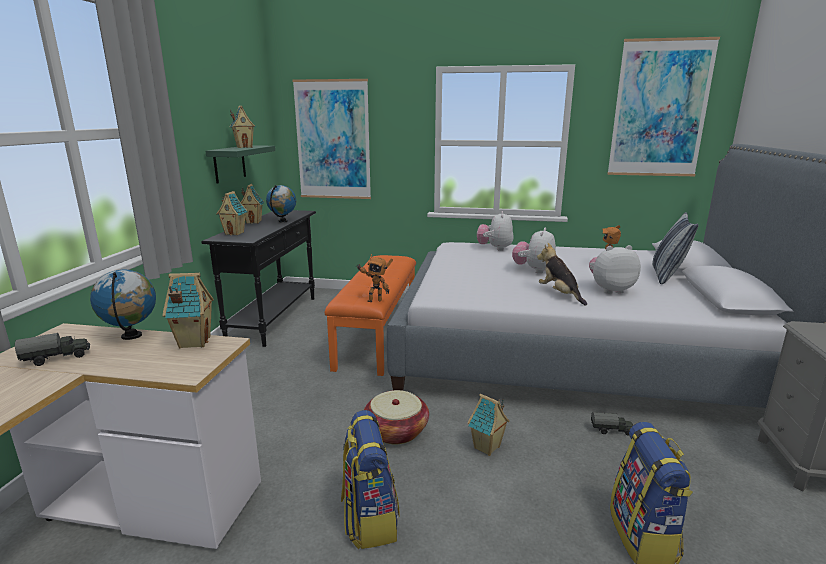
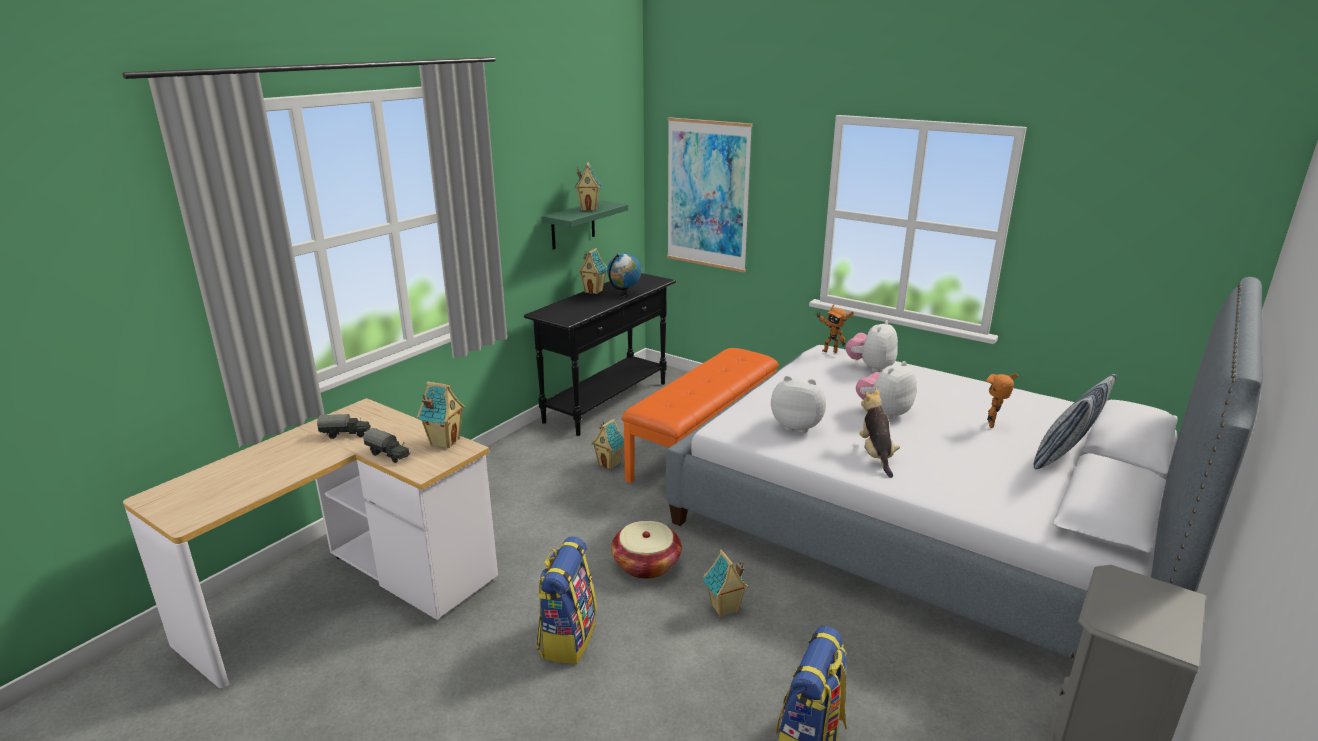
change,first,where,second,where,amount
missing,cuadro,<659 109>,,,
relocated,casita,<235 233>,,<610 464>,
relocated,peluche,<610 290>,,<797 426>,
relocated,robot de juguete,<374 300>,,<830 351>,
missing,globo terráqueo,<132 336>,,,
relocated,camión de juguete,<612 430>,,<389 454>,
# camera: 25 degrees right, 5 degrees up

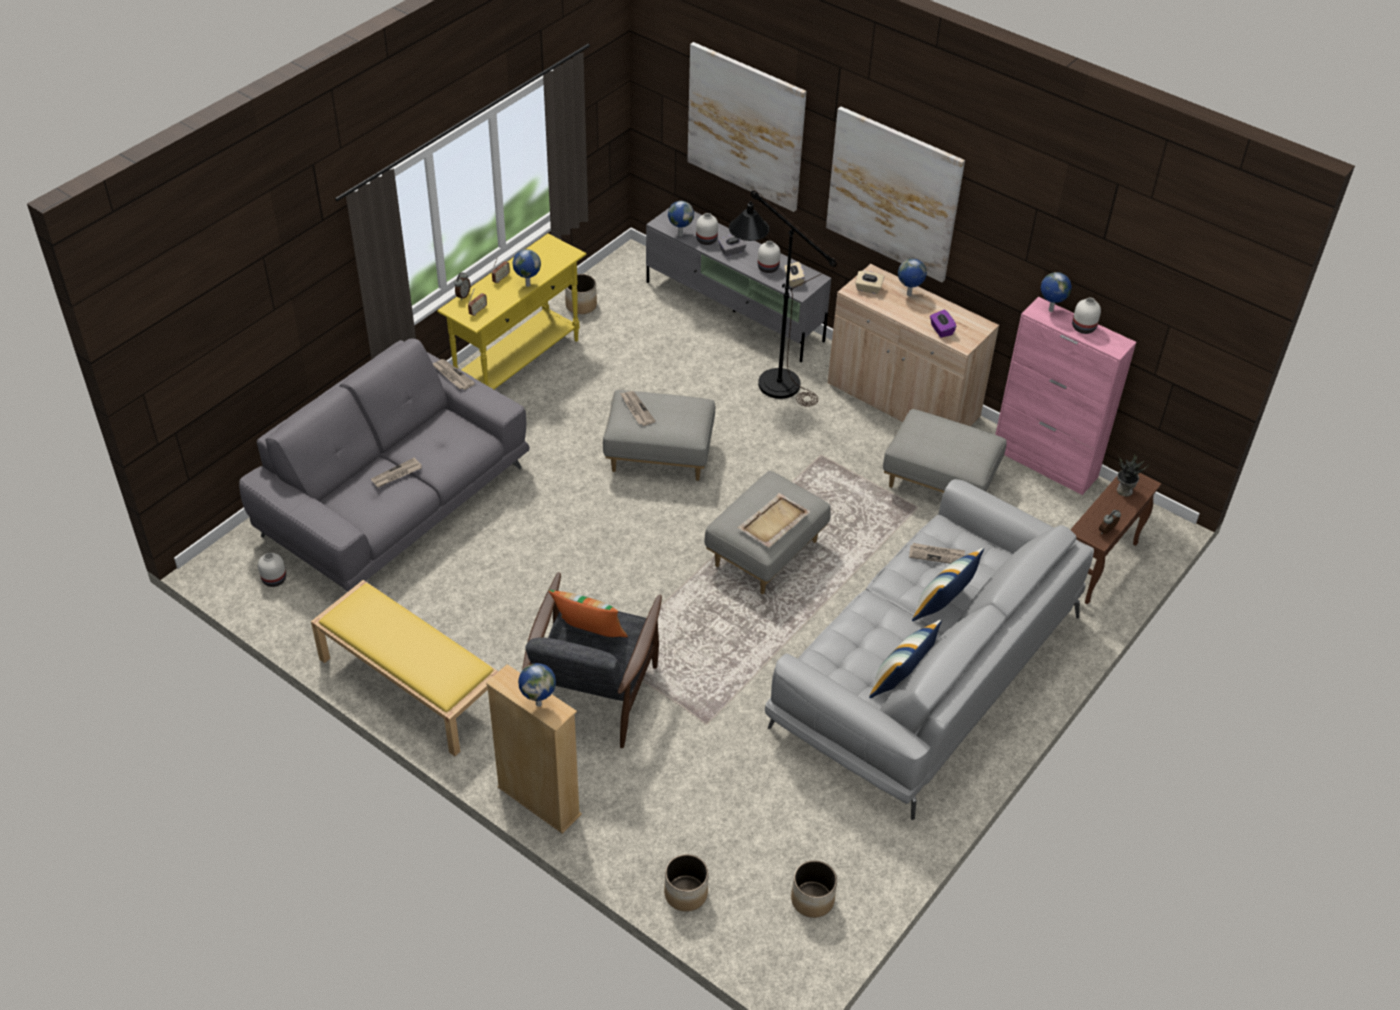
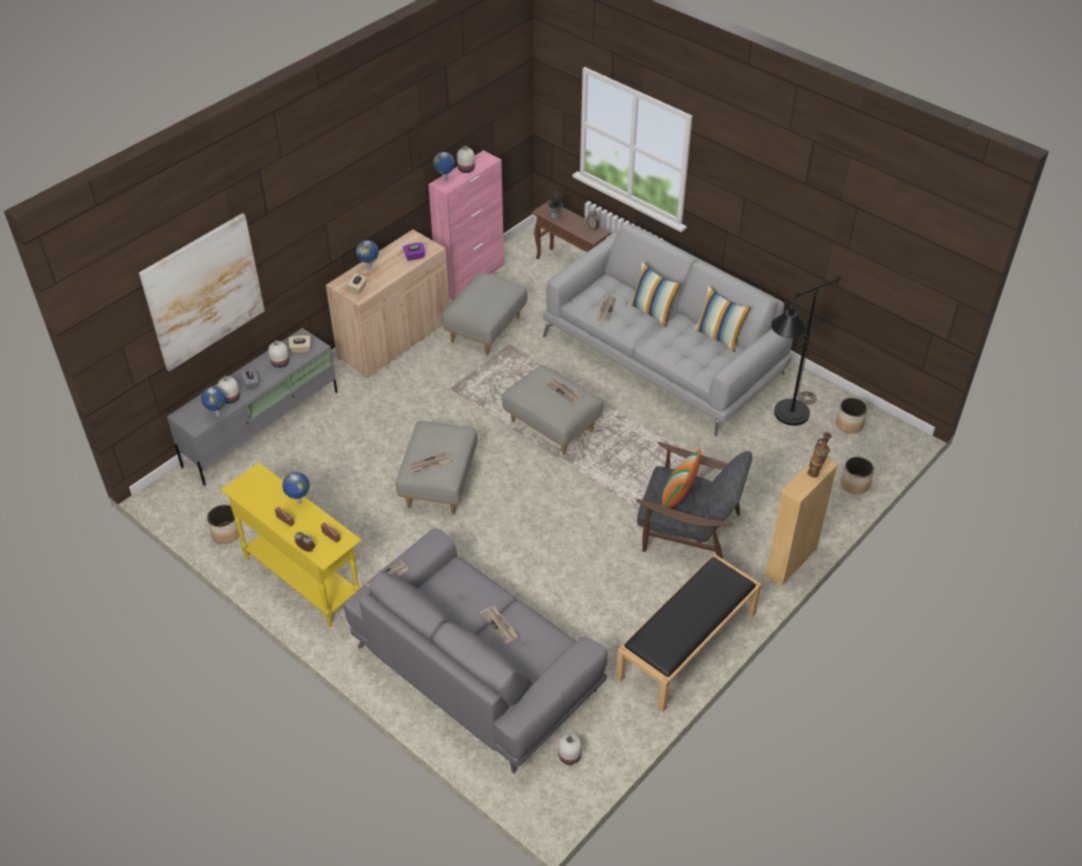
change,first,where,second,where,amount
missing,cuadro,<893 194>,,,
relocated,lámpara de pie [negro],<769 379>,,<785 418>,
exchanged,bandeja [beis],<773 522>,periódico,<565 391>,
colour,banco [amarillo],<409 684>,banco [negro],<687 646>,
exchanged,globo terráqueo,<539 703>,florero,<815 472>,
# camera: 85 degrees left, 0 degrees up

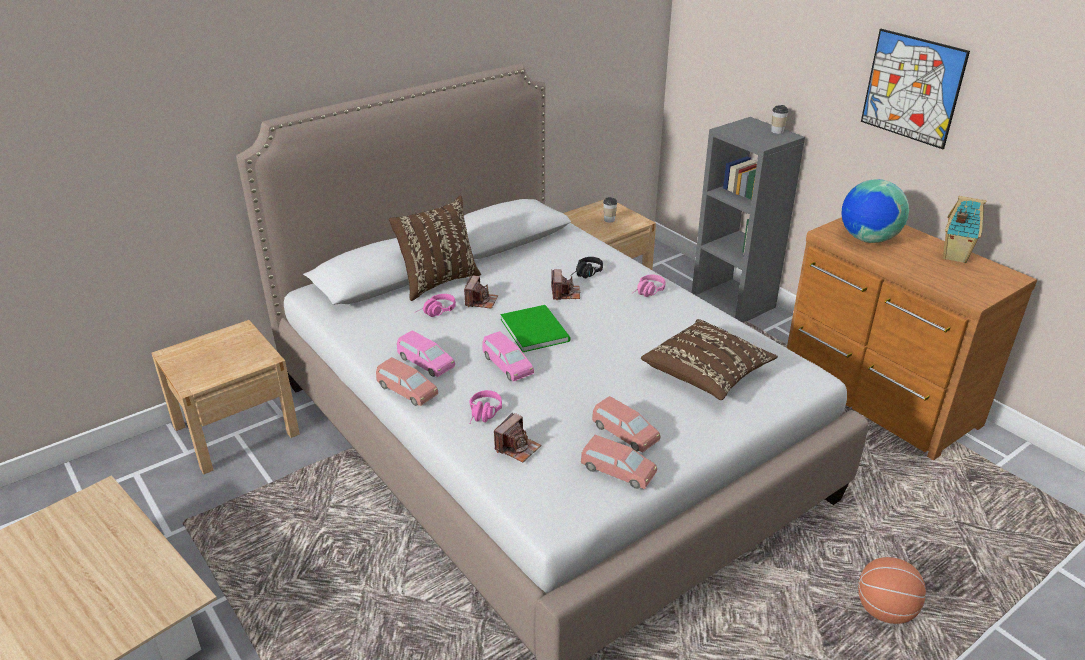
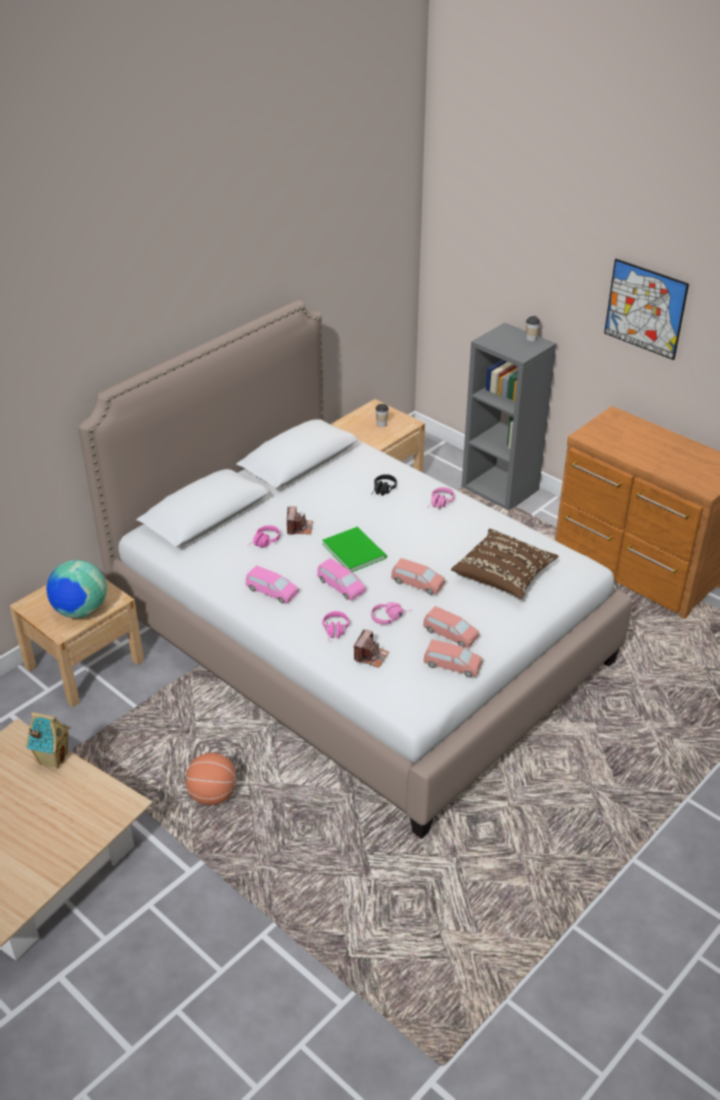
change,first,where,second,where,amount
relocated,globo terráqueo,<868 239>,,<80 611>,
missing,cojín [marrón],<438 281>,,,
relocated,casita,<954 256>,,<53 758>,
missing,cámara,<565 293>,,,
relocated,coche de juguete [rosa],<407 391>,,<417 583>,
relocated,balón de baloncesto,<885 610>,,<213 795>,
appeared,,,auriculares [rosa],<391 617>,
# camera: 10 degrees left, 5 degrees up

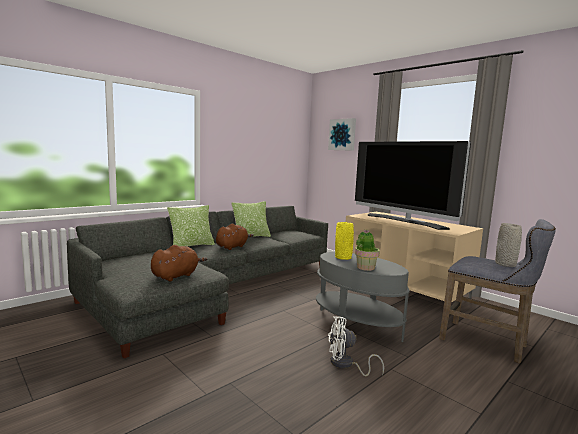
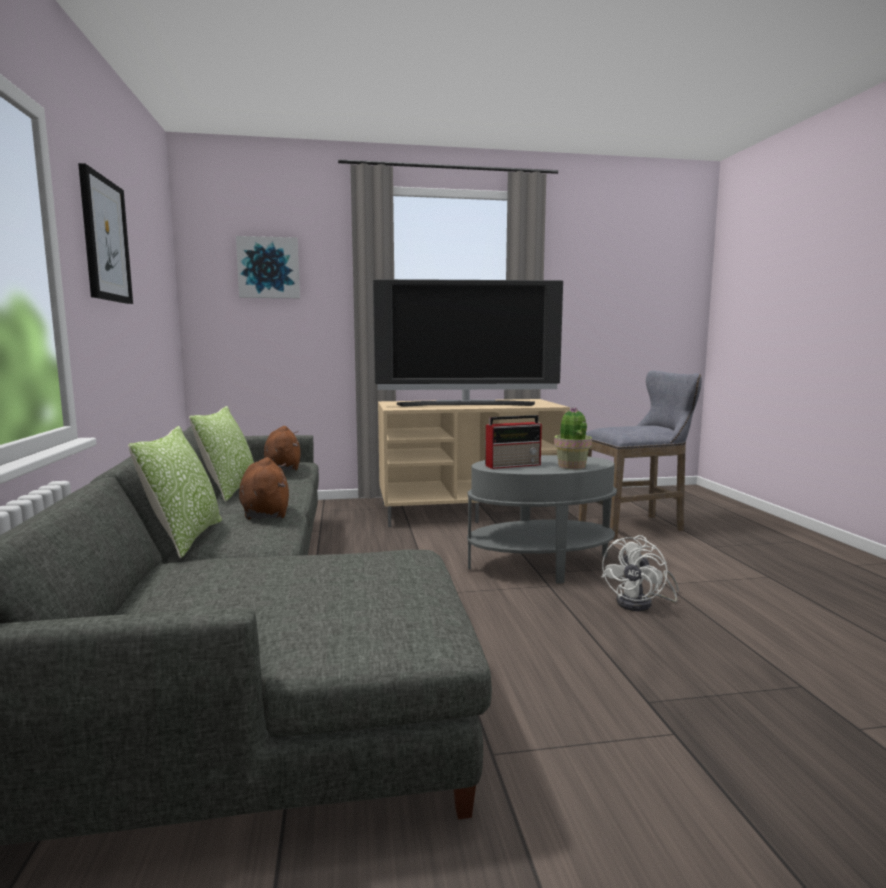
change,first,where,second,where,amount
exchanged,florero [amarillo],<343 258>,radio,<514 465>,
missing,florero [gris],<505 264>,,,
relocated,peluche [marrón],<176 276>,,<283 467>,
appeared,,,cuadro,<105 240>,
# camera: 55 degrees left, 0 degrees up

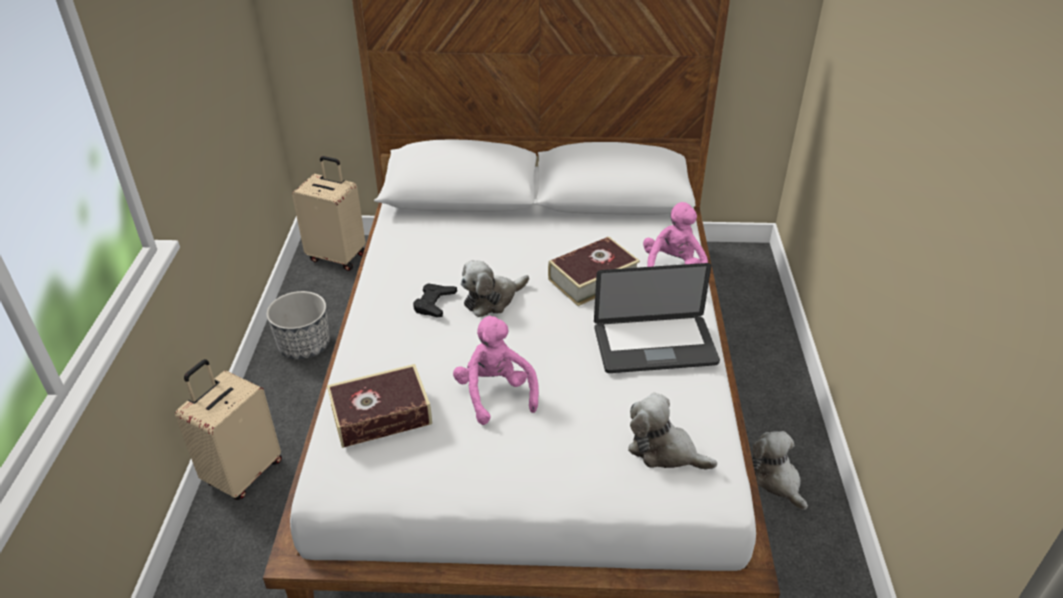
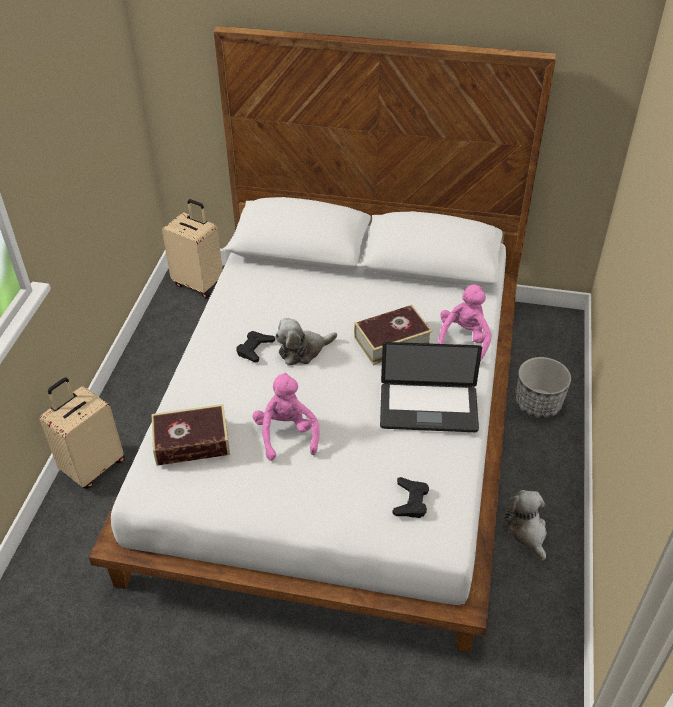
change,first,where,second,where,amount
relocated,maceta,<304 346>,,<537 404>,
exchanged,peluche,<664 450>,mando de consola [negro],<411 501>,
# camera: 10 degrees right, 5 degrees up

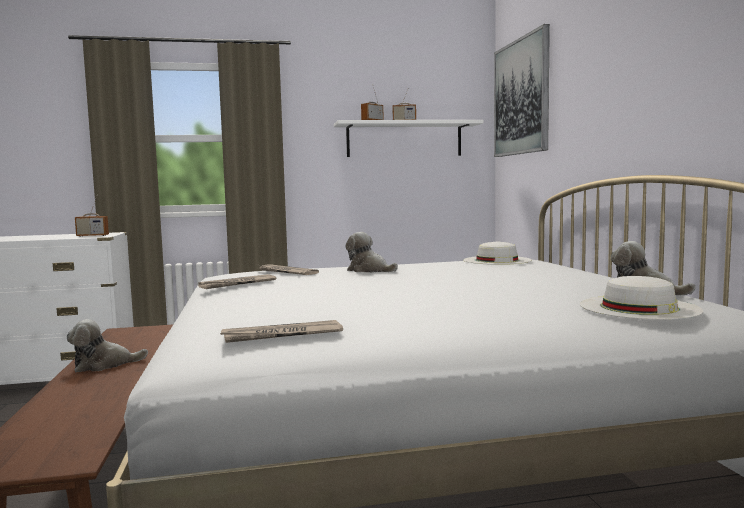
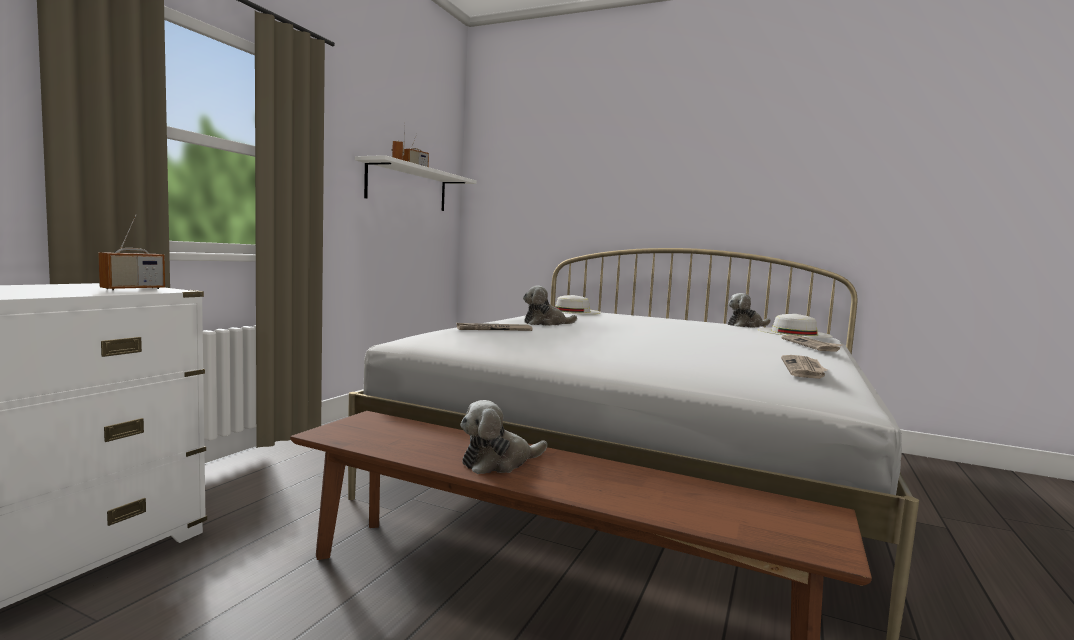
change,first,where,second,where,amount
missing,cuadro,<521 97>,,,
relocated,periódico,<238 284>,,<811 345>,
spun,peluche,<104 365>,,<499 462>,45 degrees clockwise
# camera: 55 degrees left, 0 degrees up

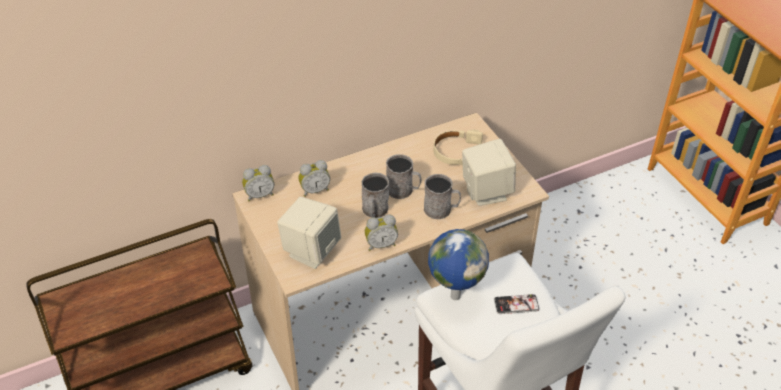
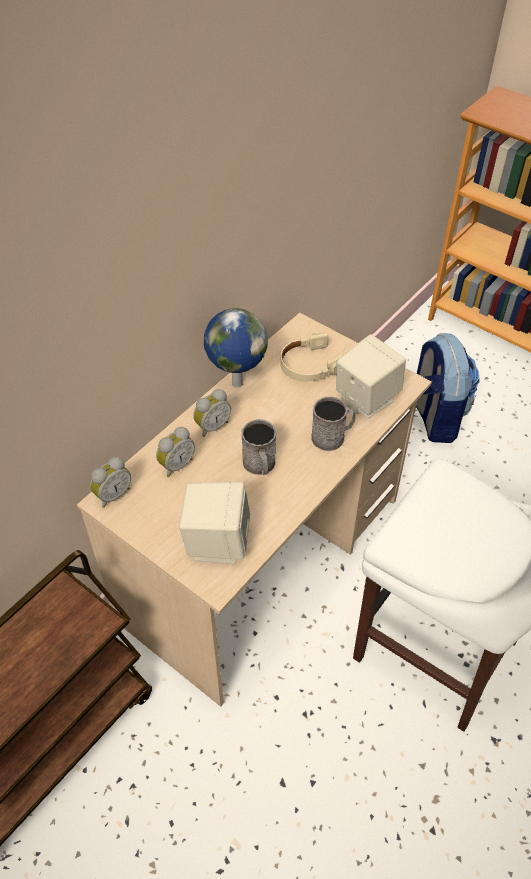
change,first,where,second,where,amount
missing,taza grande [gris],<403 190>,,,
relocated,despertador,<380 244>,,<212 426>,
relocated,globo terráqueo,<454 295>,,<236 383>,
missing,móvil,<516 304>,,,
appeared,,,mochila,<432 417>,
# camera: 25 degrees left, 5 degrees up

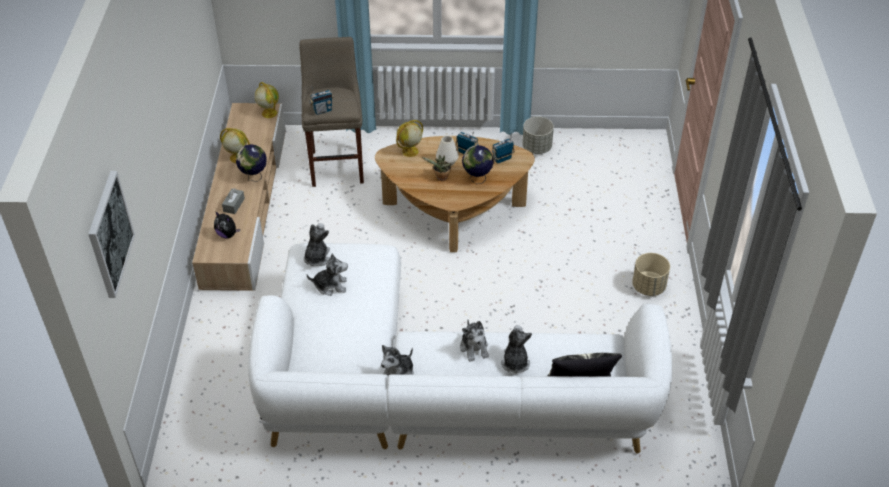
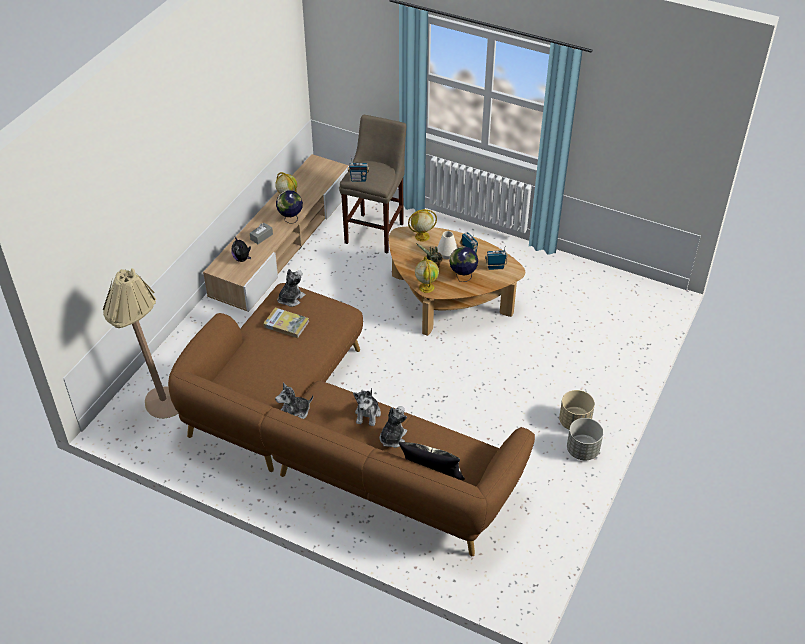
change,first,where,second,where,amount
relocated,globo terráqueo,<269 113>,,<426 287>,
relocated,maceta [gris],<537 147>,,<583 450>,
missing,cuadro,<109 234>,,,
colour,sofá [blanco],<431 391>,sofá [marrón],<335 440>,
exchanged,peluche,<330 285>,libro,<286 324>,
appeared,,,lámpara de pie [beis],<158 409>,
# camera: 25 degrees right, 0 degrees up

